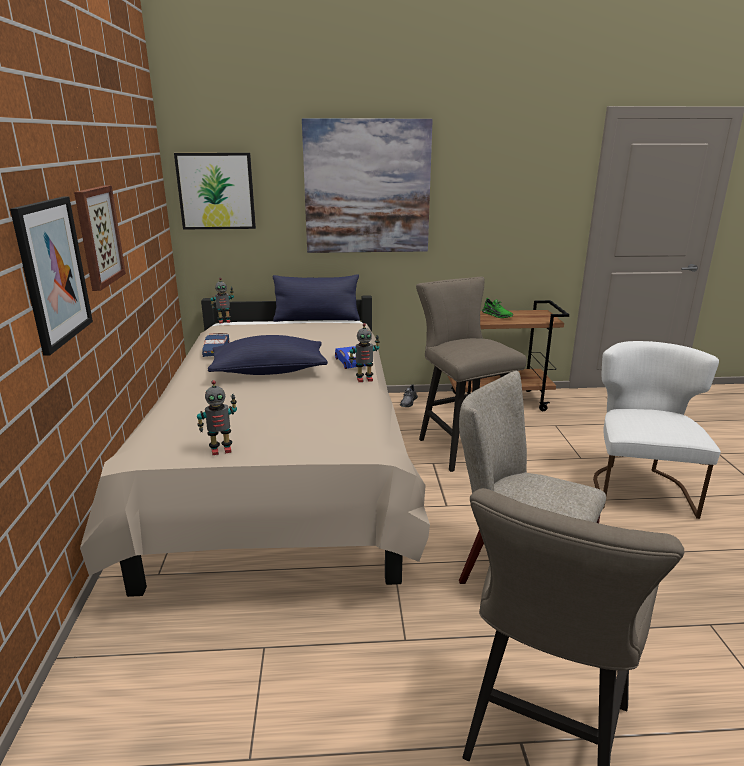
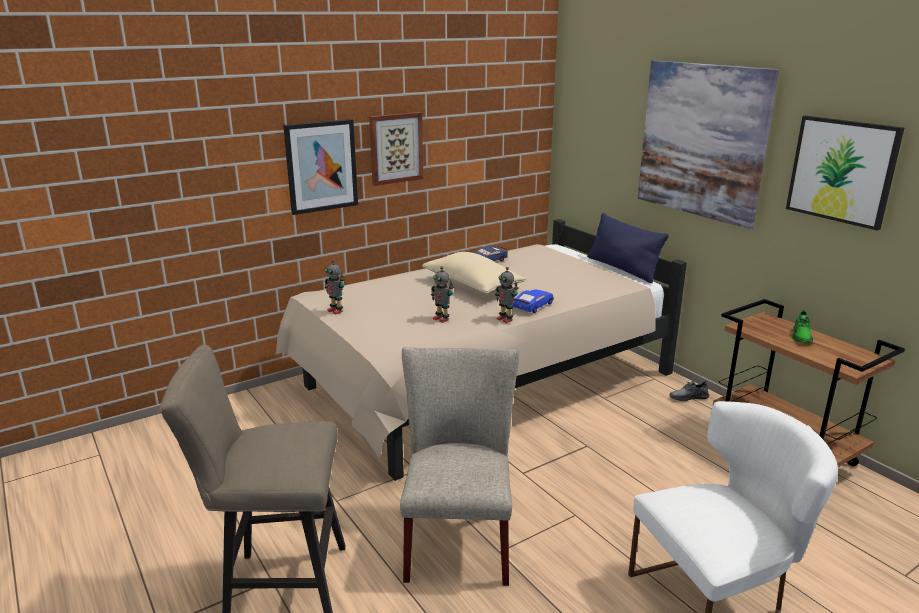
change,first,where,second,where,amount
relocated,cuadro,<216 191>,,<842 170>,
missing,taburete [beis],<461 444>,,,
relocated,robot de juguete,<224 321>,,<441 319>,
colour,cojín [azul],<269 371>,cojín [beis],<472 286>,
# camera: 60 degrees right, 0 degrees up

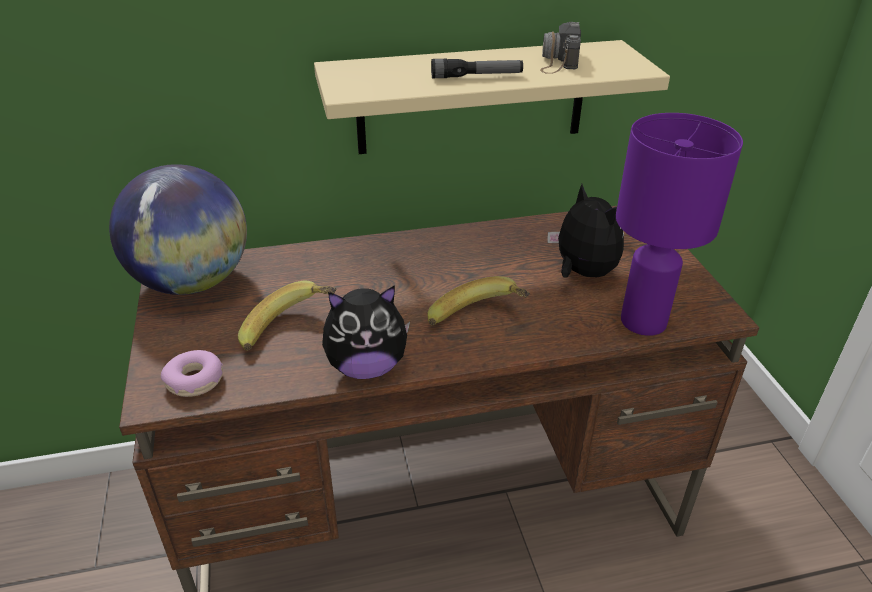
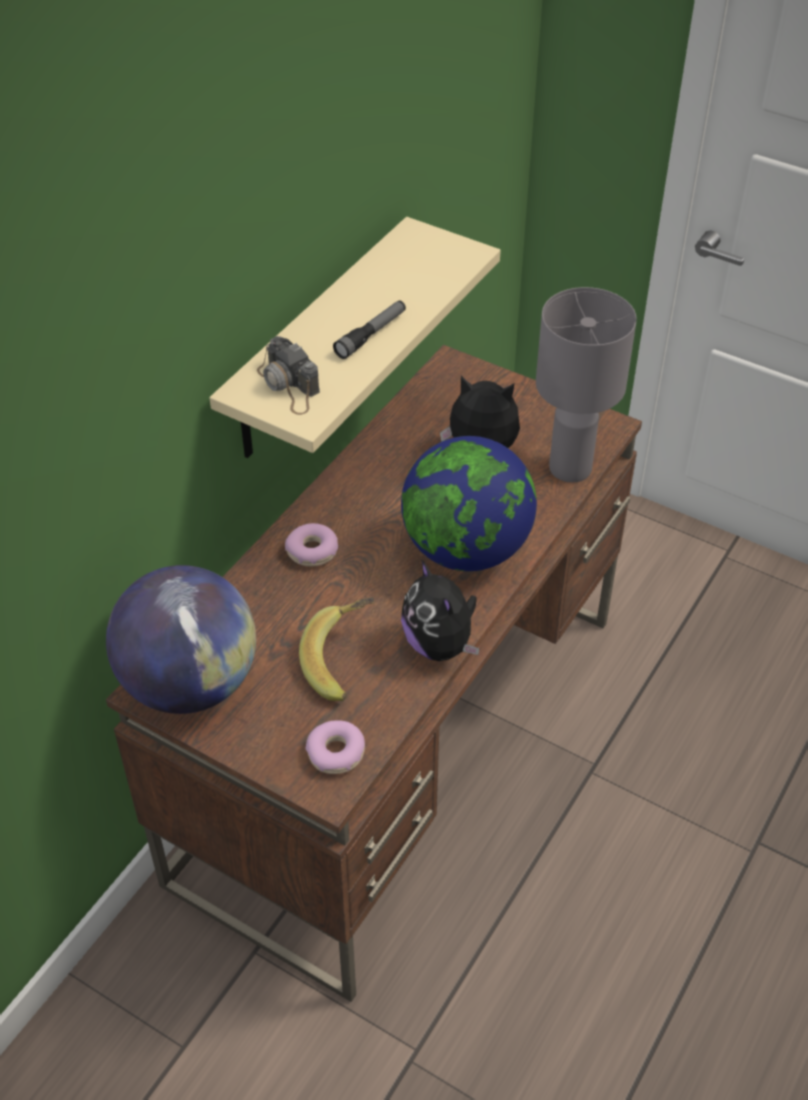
change,first,where,second,where,amount
relocated,cámara,<558 60>,,<289 386>,
colour,lámpara de mesa [morado],<642 320>,lámpara de mesa [gris],<569 467>,
exchanged,plátano,<479 322>,globo terráqueo,<466 549>,
spun,peluche,<366 367>,,<440 645>,120 degrees clockwise
appeared,,,rosquilla,<312 551>,
# camera: 45 degrees left, 10 degrees up

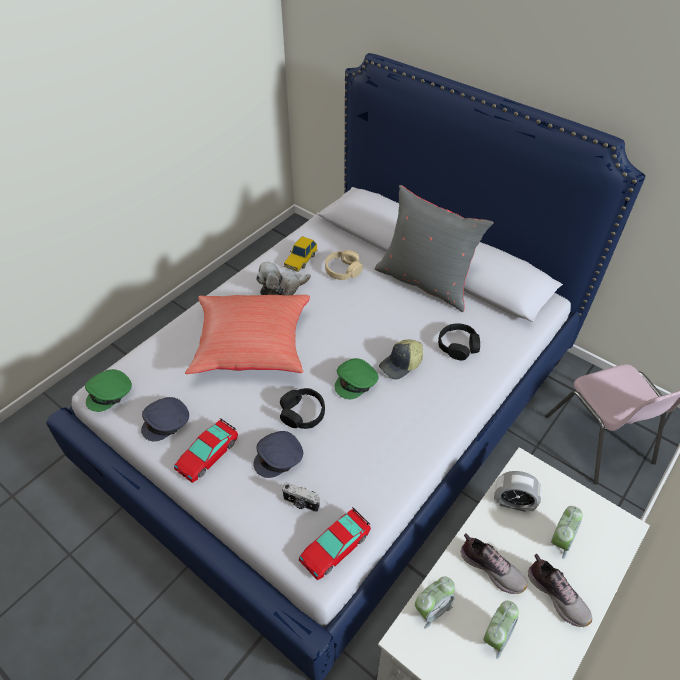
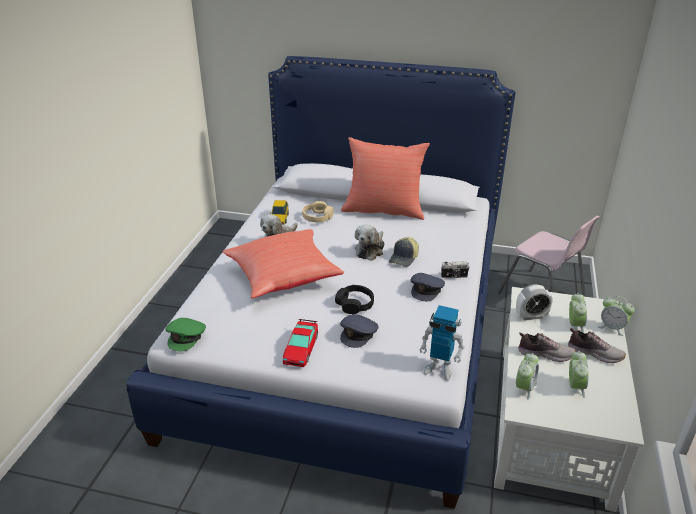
change,first,where,second,where,amount
colour,cojín [gris],<425 282>,cojín [rojo],<383 210>,
missing,auriculares [negro],<458 346>,,,
missing,gorra [verde],<356 382>,,,
relocated,gorra [gris],<167 422>,,<426 289>,
relocated,cámara,<301 503>,,<454 276>,
exchanged,coche de juguete,<335 546>,robot de juguete,<439 368>,
appeared,,,peluche,<370 250>,
appeared,,,despertador,<612 327>,
# camera: 25 degrees left, 15 degrees down

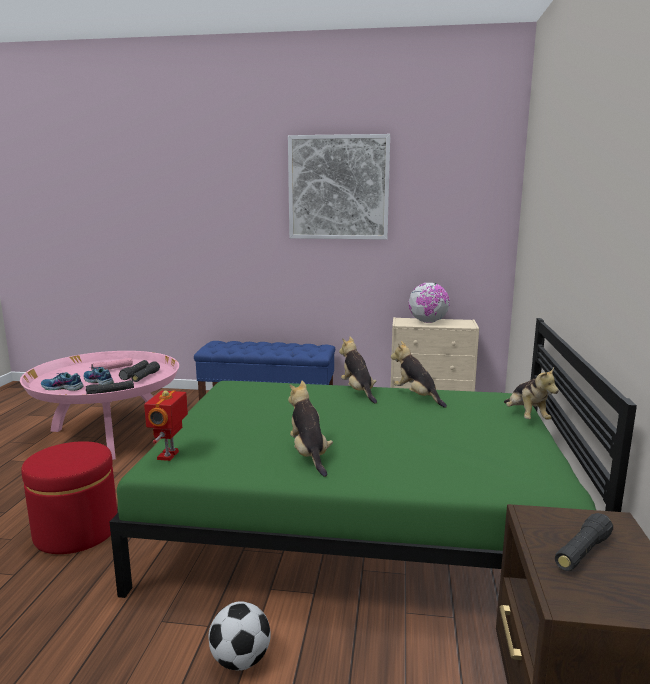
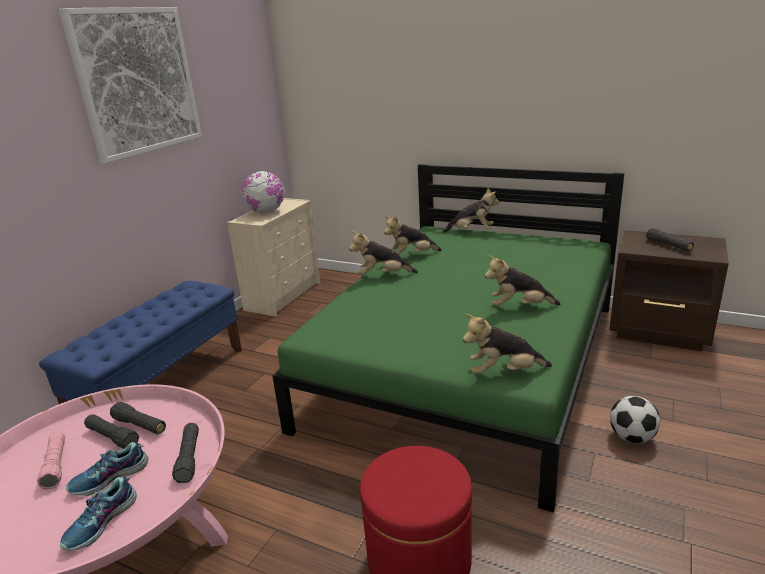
change,first,where,second,where,amount
exchanged,robot de juguete,<169 455>,peluche,<504 372>,
# camera: 70 degrees left, 10 degrees up

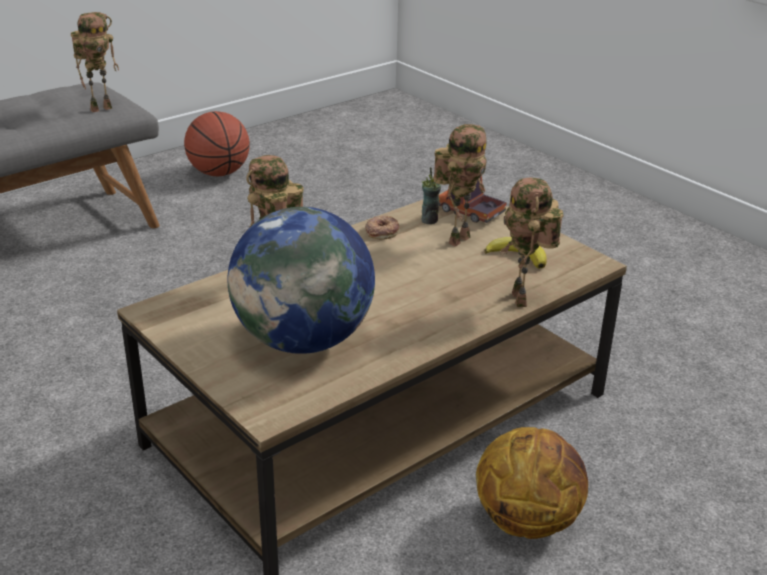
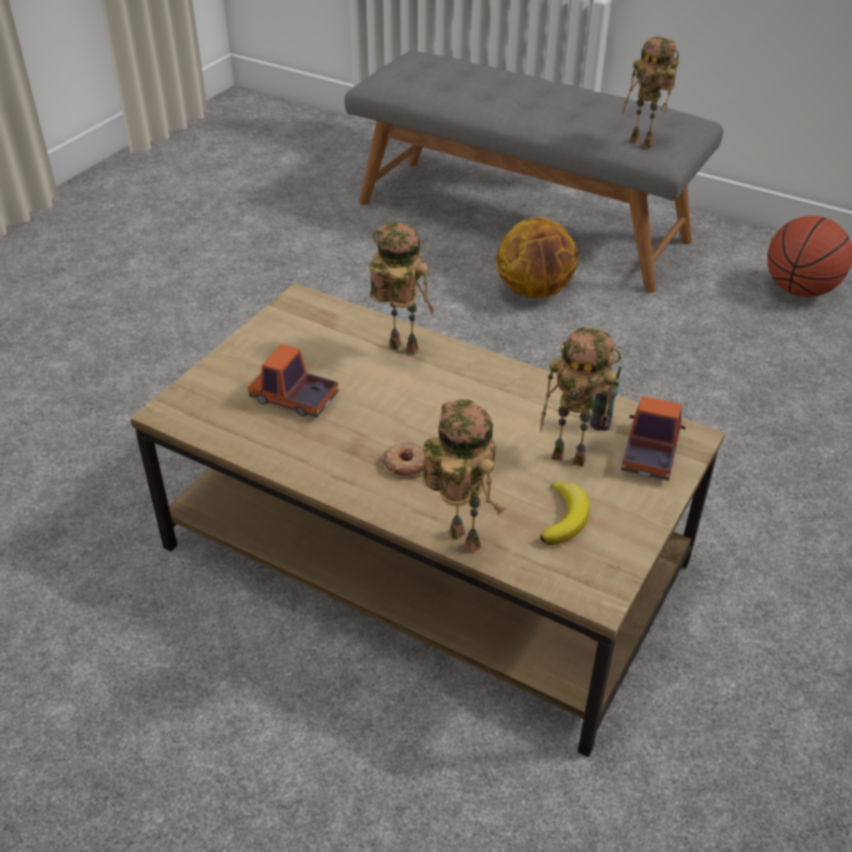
change,first,where,second,where,amount
spun,robot de juguete,<523 300>,,<459 541>,75 degrees clockwise
exchanged,globo terráqueo,<303 340>,camión de juguete,<294 398>,
relocated,rosquilla,<381 231>,,<405 464>,
relocated,balón de baloncesto,<527 520>,,<535 291>,
# camera: 70 degrees right, 10 degrees up

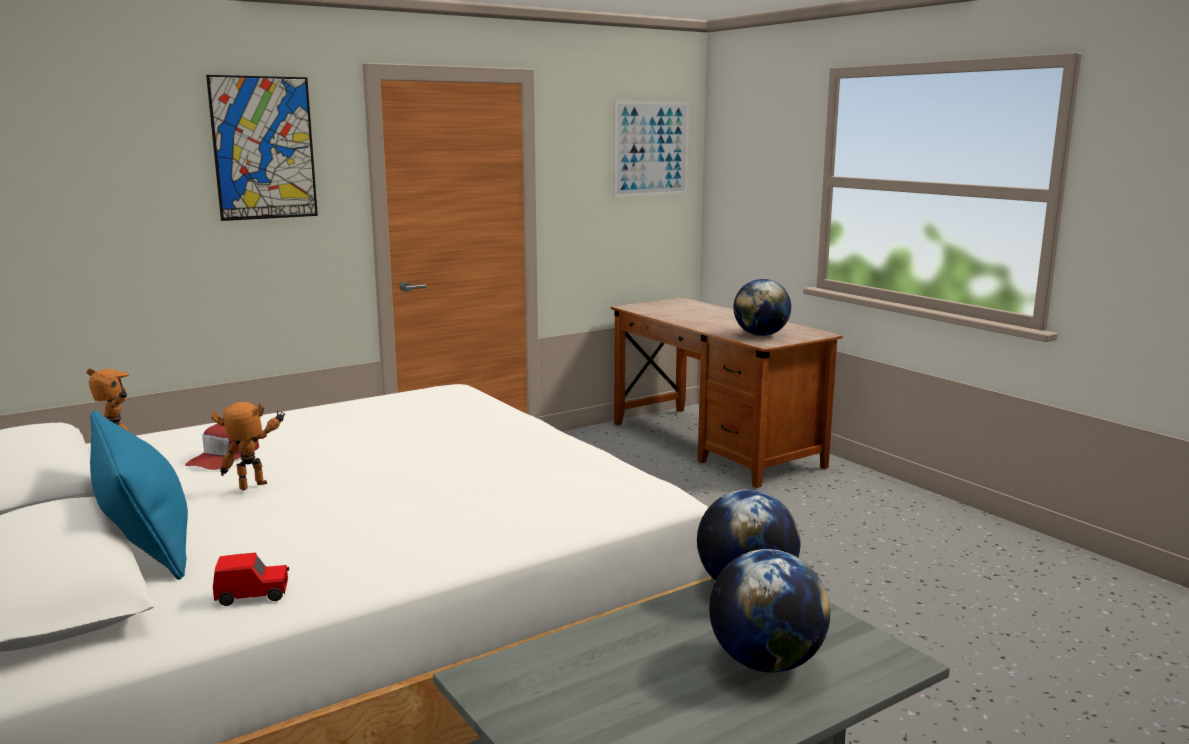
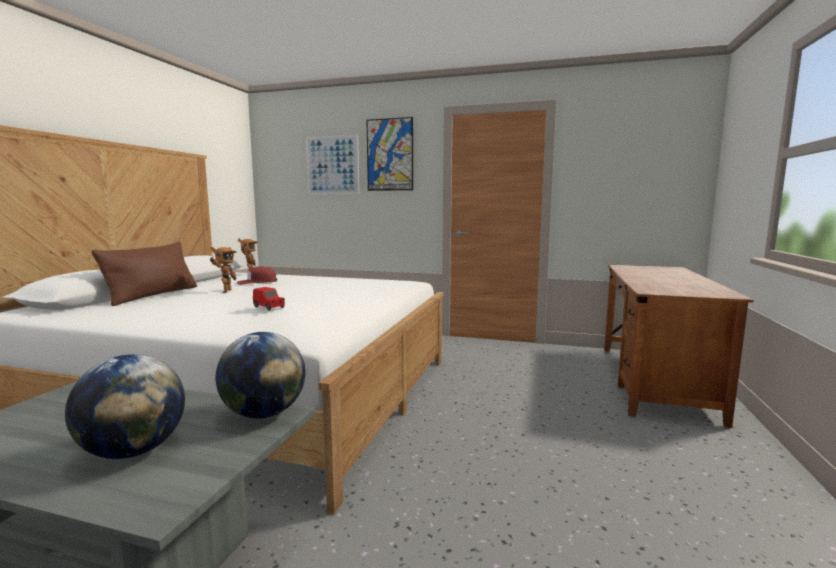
change,first,where,second,where,amount
relocated,cuadro,<651 149>,,<332 165>,
missing,globo terráqueo,<760 335>,,,
spun,robot de juguete,<256 487>,,<224 291>,90 degrees clockwise
colour,cojín [azul],<145 540>,cojín [marrón],<153 295>,
relocated,coche de juguete [rojo],<253 595>,,<269 307>,
# camera: 50 degrees right, 5 degrees down

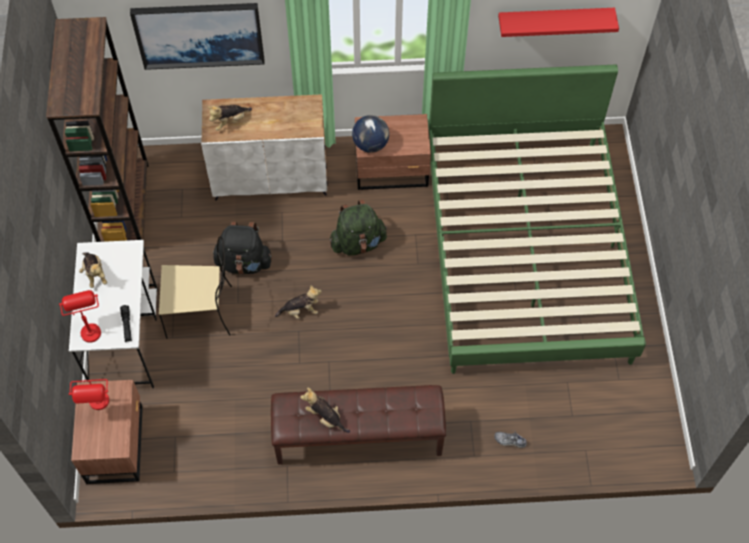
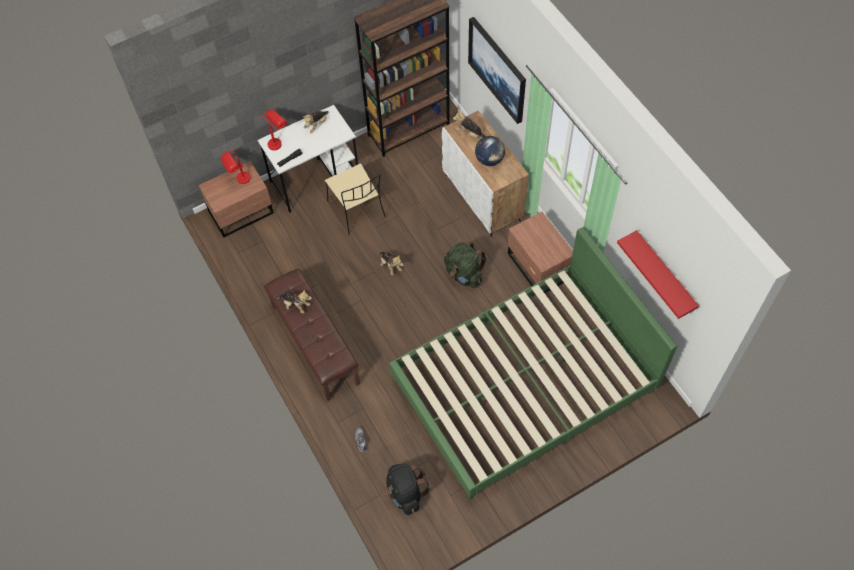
change,first,where,second,where,amount
relocated,globo terráqueo,<371 144>,,<489 160>,
relocated,mochila [negro],<244 263>,,<405 493>,
spun,peluche,<325 417>,,<295 305>,105 degrees clockwise
# camera: 65 degrees right, 0 degrees up

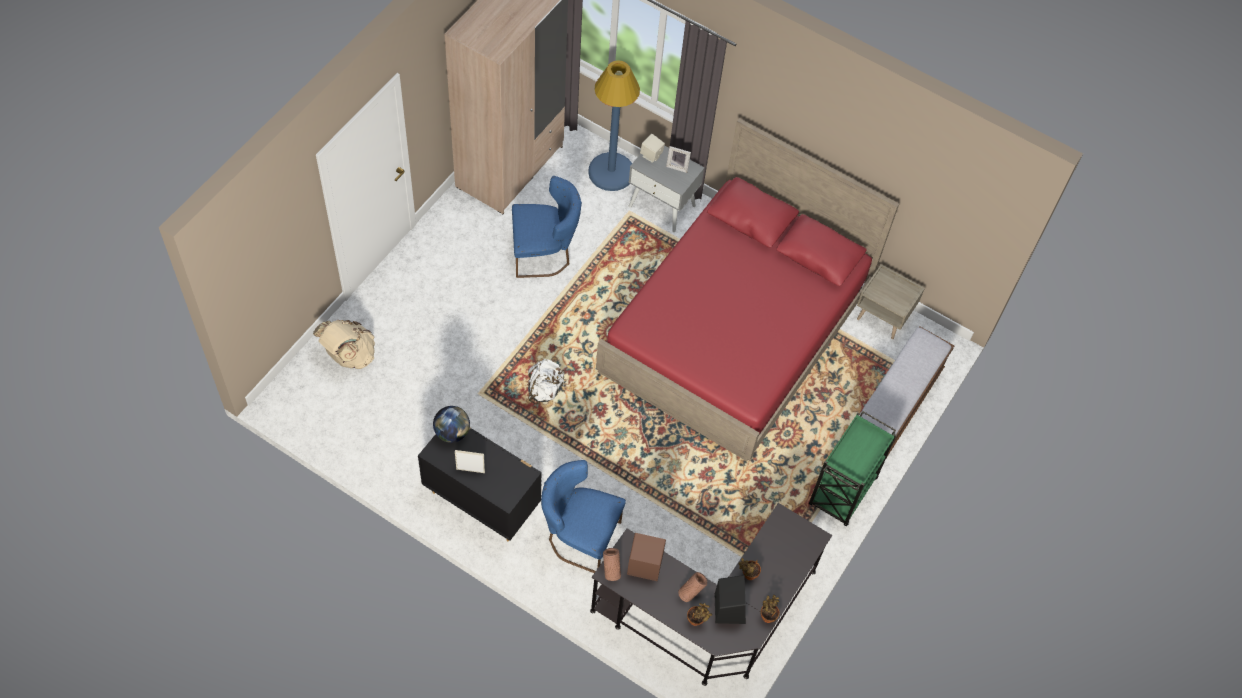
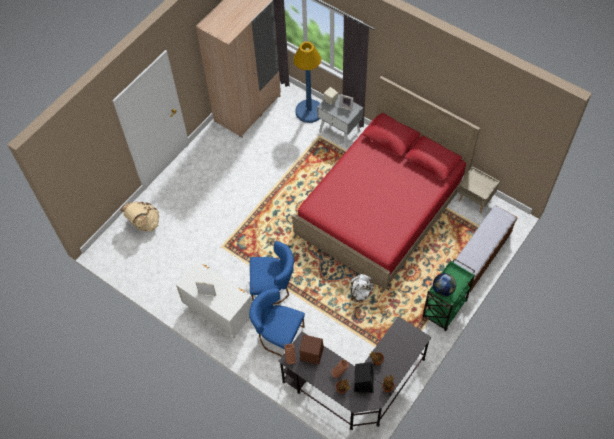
change,first,where,second,where,amount
relocated,silla [azul],<544 253>,,<273 287>,
relocated,mochila [blanco],<544 390>,,<361 292>,
relocated,globo terráqueo,<452 432>,,<443 290>,
colour,cómoda [negro],<481 501>,cómoda [blanco],<219 312>,
# camera: 10 degrees right, 0 degrees up

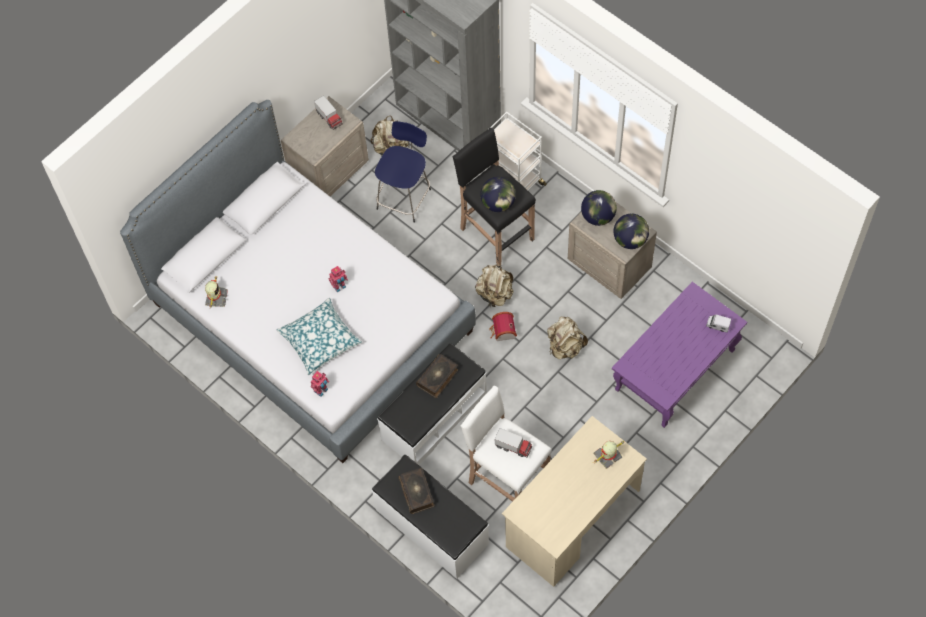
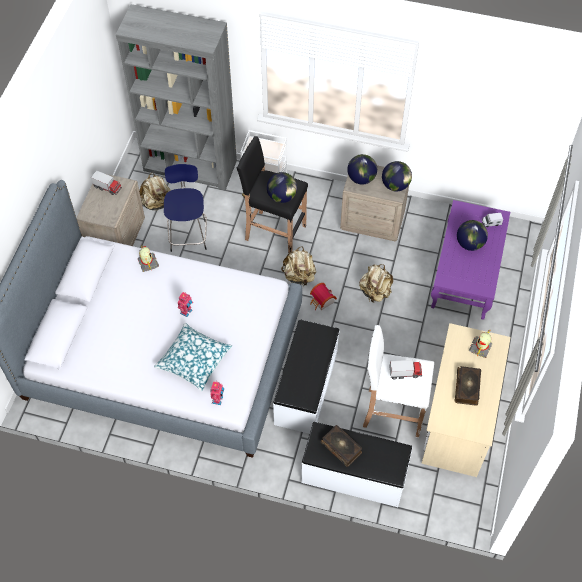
change,first,where,second,where,amount
relocated,robot de juguete,<216 298>,,<147 263>,
relocated,libro,<438 378>,,<467 388>,
appeared,,,globo terráqueo,<469 244>,
# camera: 30 degrees left, 5 degrees down

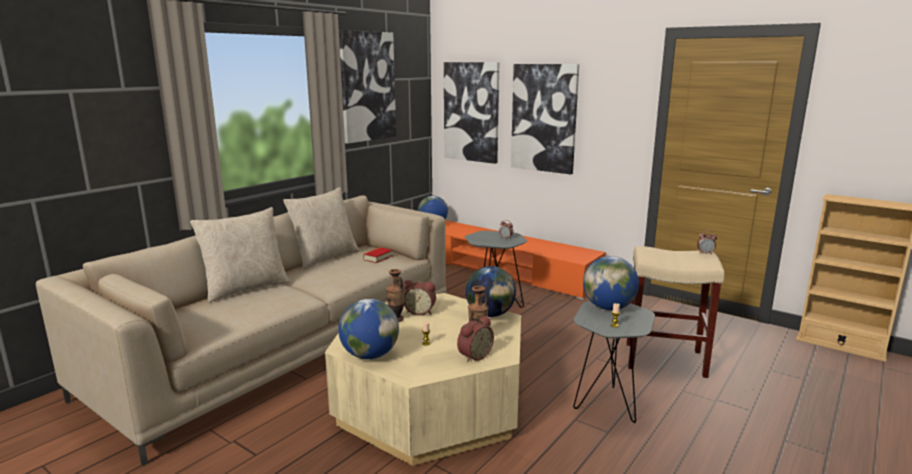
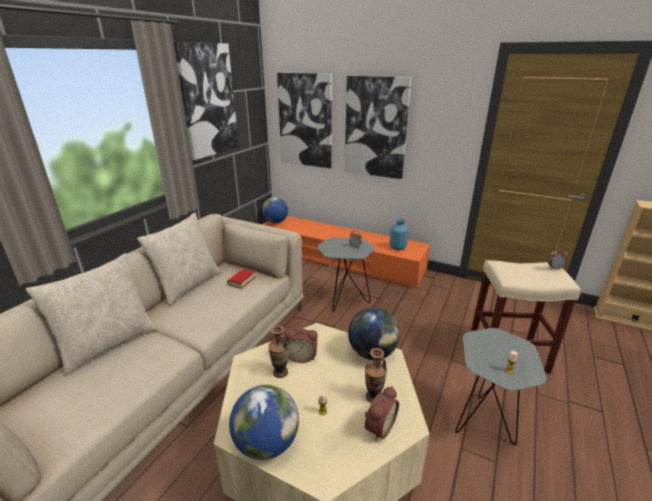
change,first,where,second,where,amount
missing,globo terráqueo,<608 307>,,,
appeared,,,florero [azul],<398 248>,
# camera: 10 degrees left, 10 degrees up

